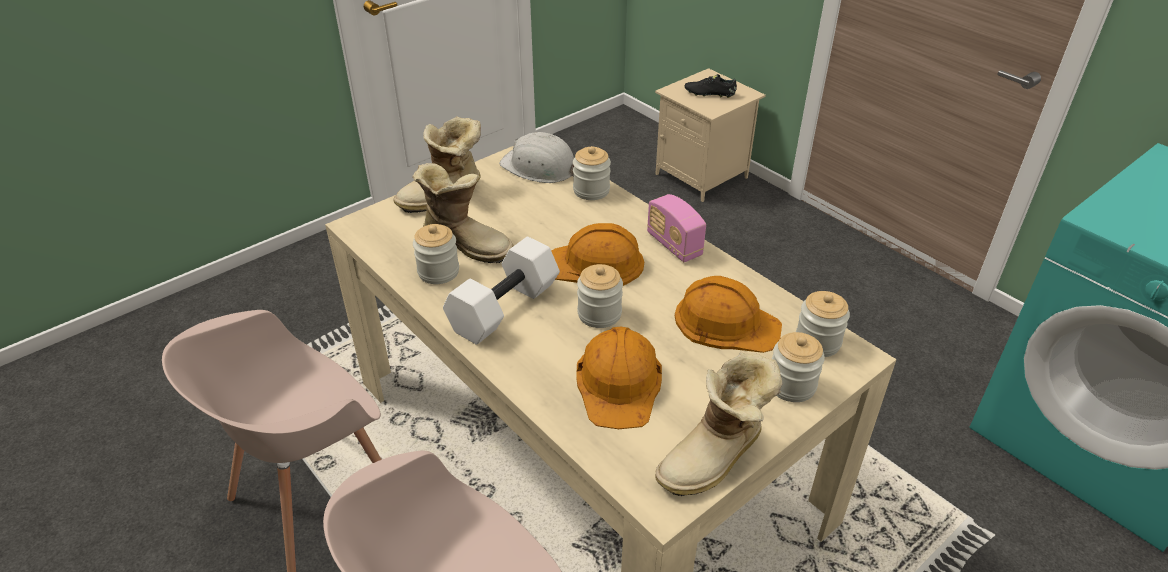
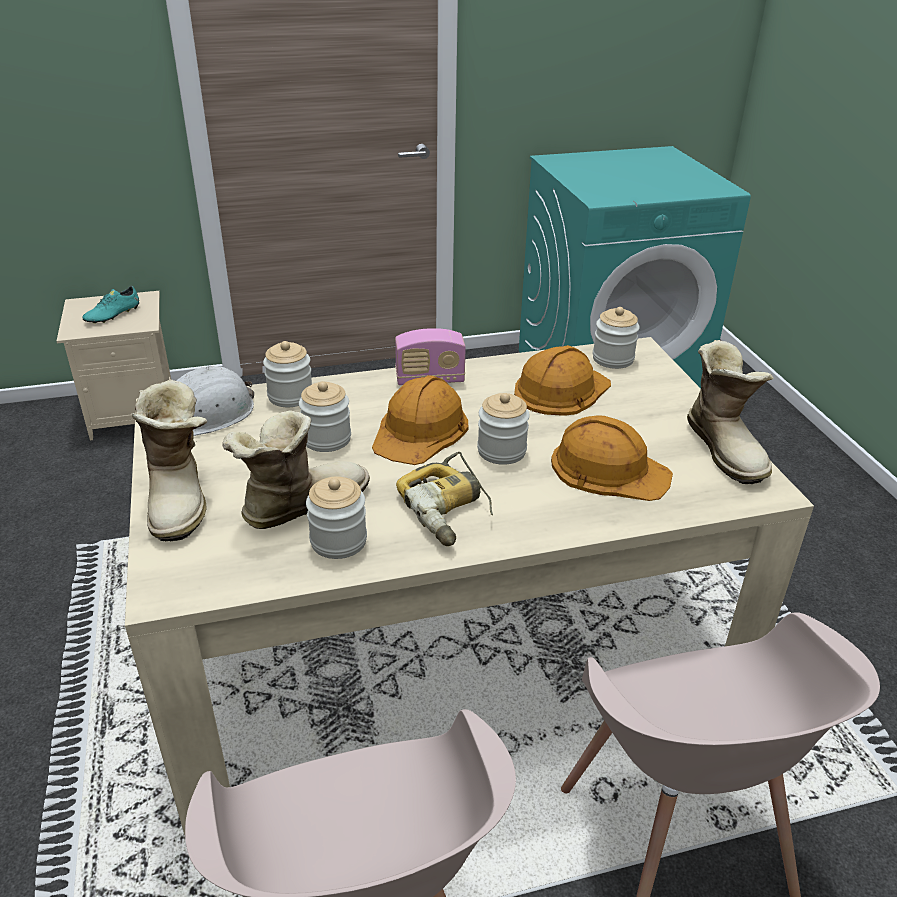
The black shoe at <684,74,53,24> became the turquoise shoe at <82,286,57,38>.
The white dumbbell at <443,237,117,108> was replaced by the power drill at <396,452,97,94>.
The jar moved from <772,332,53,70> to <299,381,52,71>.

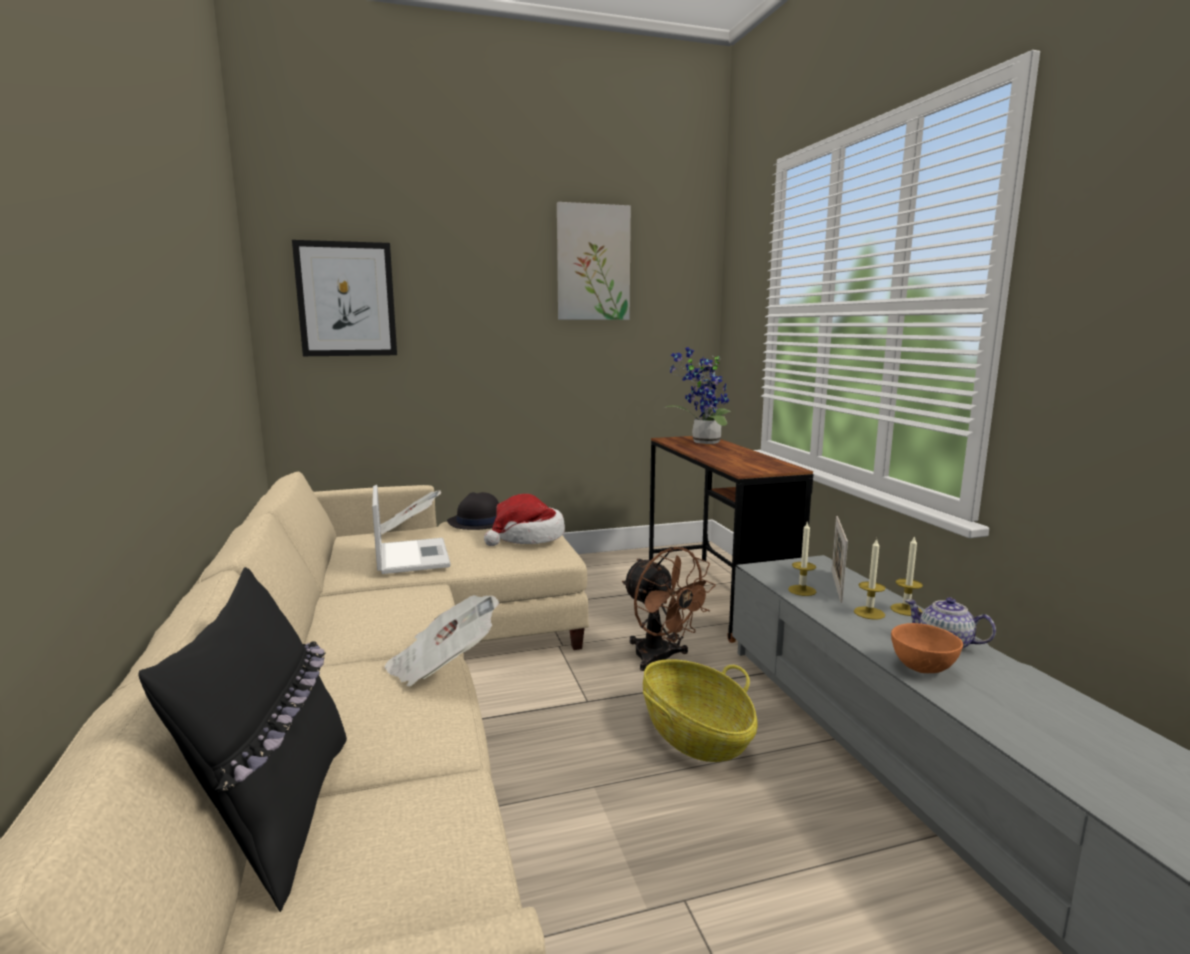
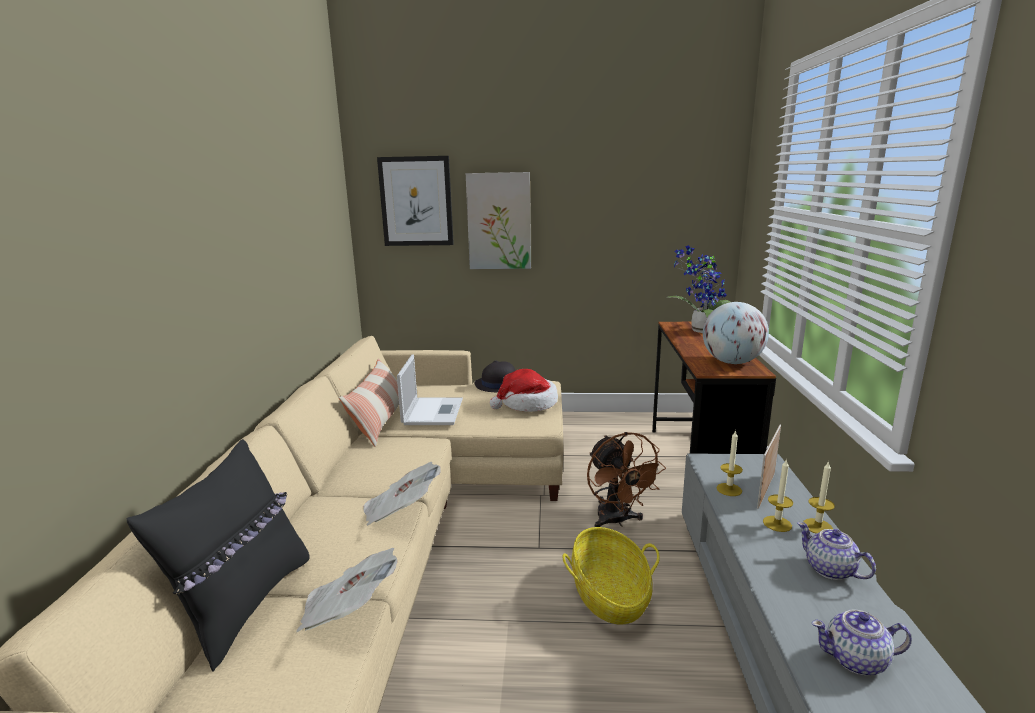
The picture moved from <557,202,74,118> to <466,172,65,97>.
The newspaper moved from <380,490,61,45> to <297,548,101,84>.
The orange bowl at <891,623,72,50> disappeared.
The globe at <703,302,66,62> appeared.
The pillow at <339,359,60,87> appeared.
The teapot at <812,609,100,66> appeared.

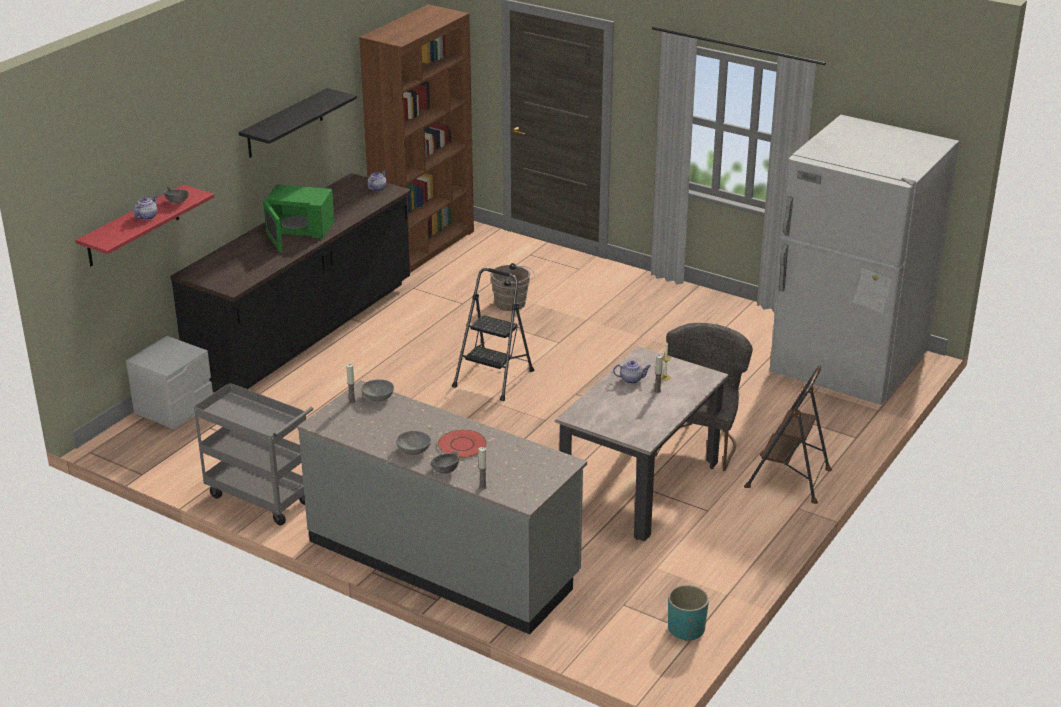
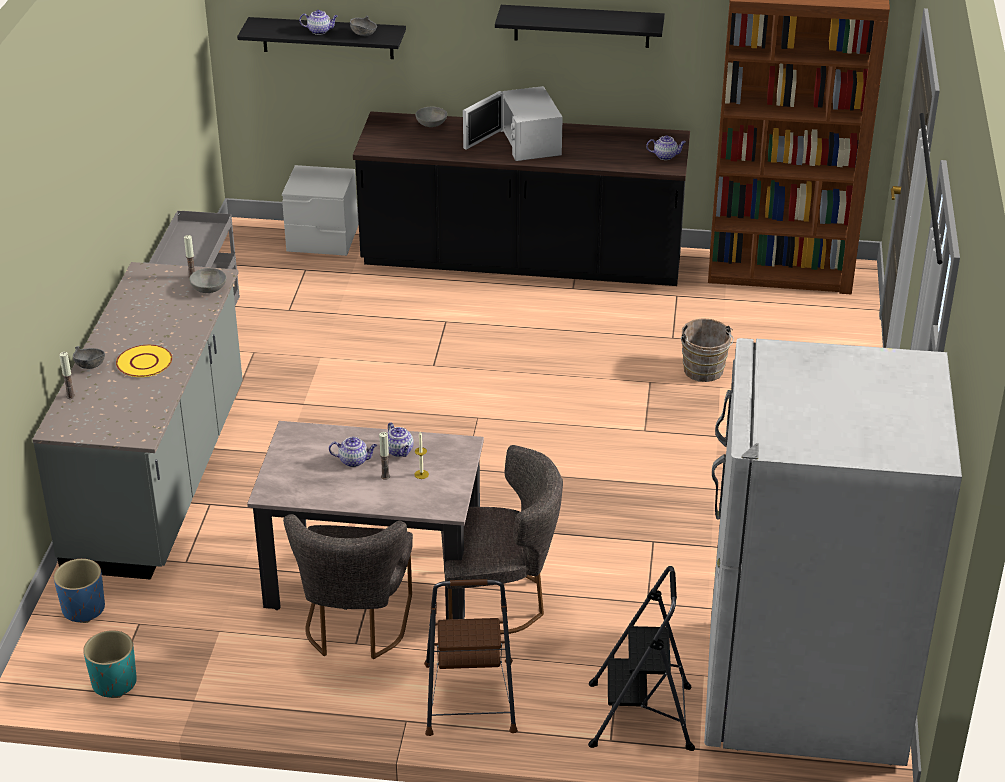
The green microwave at <263,184,72,69> became the white microwave at <463,86,100,75>.
The red shelf at <76,185,138,81> became the black shelf at <237,17,169,42>.
The black step ladder moved from <452,268,82,133> to <588,566,107,185>.
The red plate at <438,429,49,29> became the yellow plate at <116,345,56,32>.
The grey bowl moved from <396,431,35,24> to <415,107,32,20>.
The teapot at <329,437,48,30> appeared.
The grey chair at <283,514,130,145> appeared.
The blue planter at <54,559,51,64> appeared.

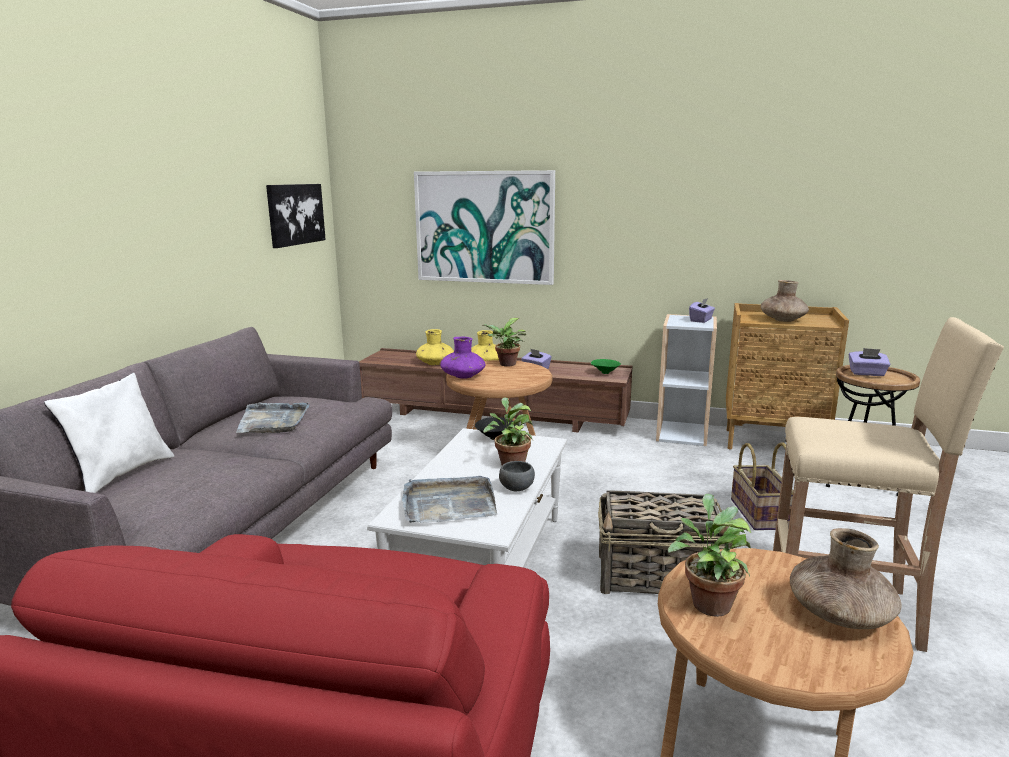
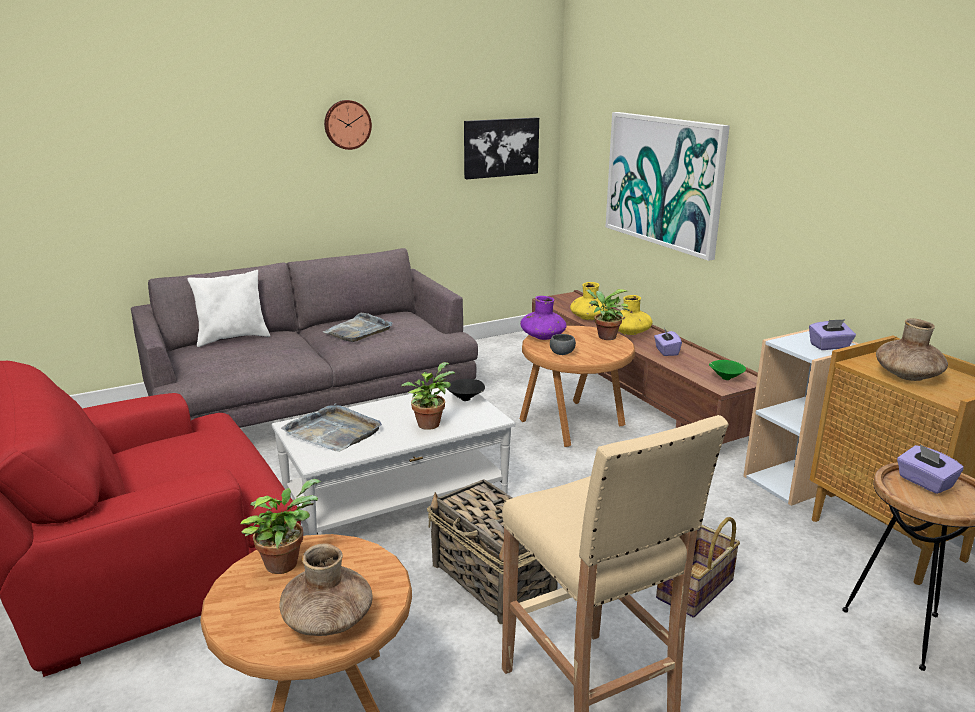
The grey bowl moved from <499,461,36,30> to <550,334,26,21>.
The wall clock at <324,100,48,50> appeared.

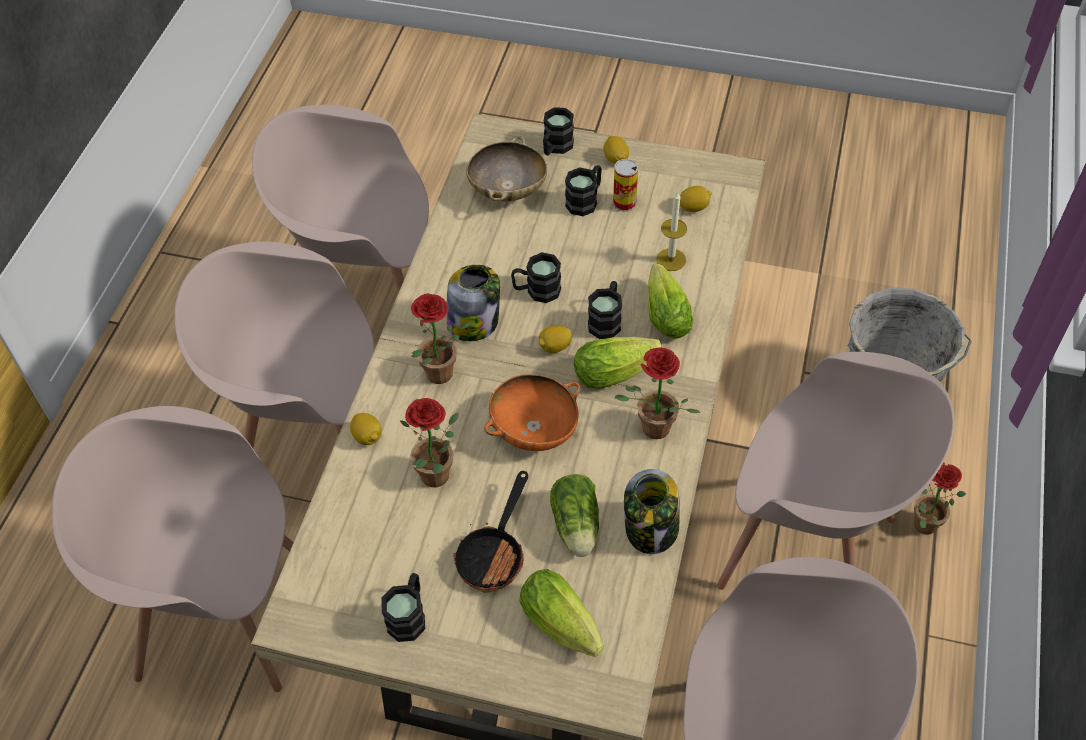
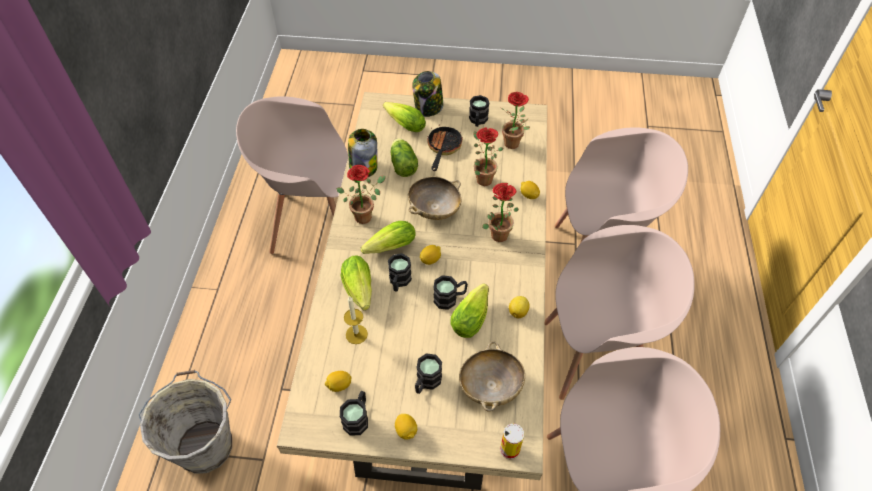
The black mug moved from <543,107,31,48> to <340,391,28,45>.
The can moved from <613,159,25,53> to <500,423,24,36>.
The jar moved from <447,265,53,76> to <412,71,31,46>.
The beige chair at <717,352,237,238> disappeared.
The orange bowl at <484,374,97,77> became the beige bowl at <408,176,54,44>.
The potted plant moved from <914,462,52,72> to <501,92,29,57>.
The lettuce at <450,283,39,55> appeared.
The lemon at <509,296,21,22> appeared.

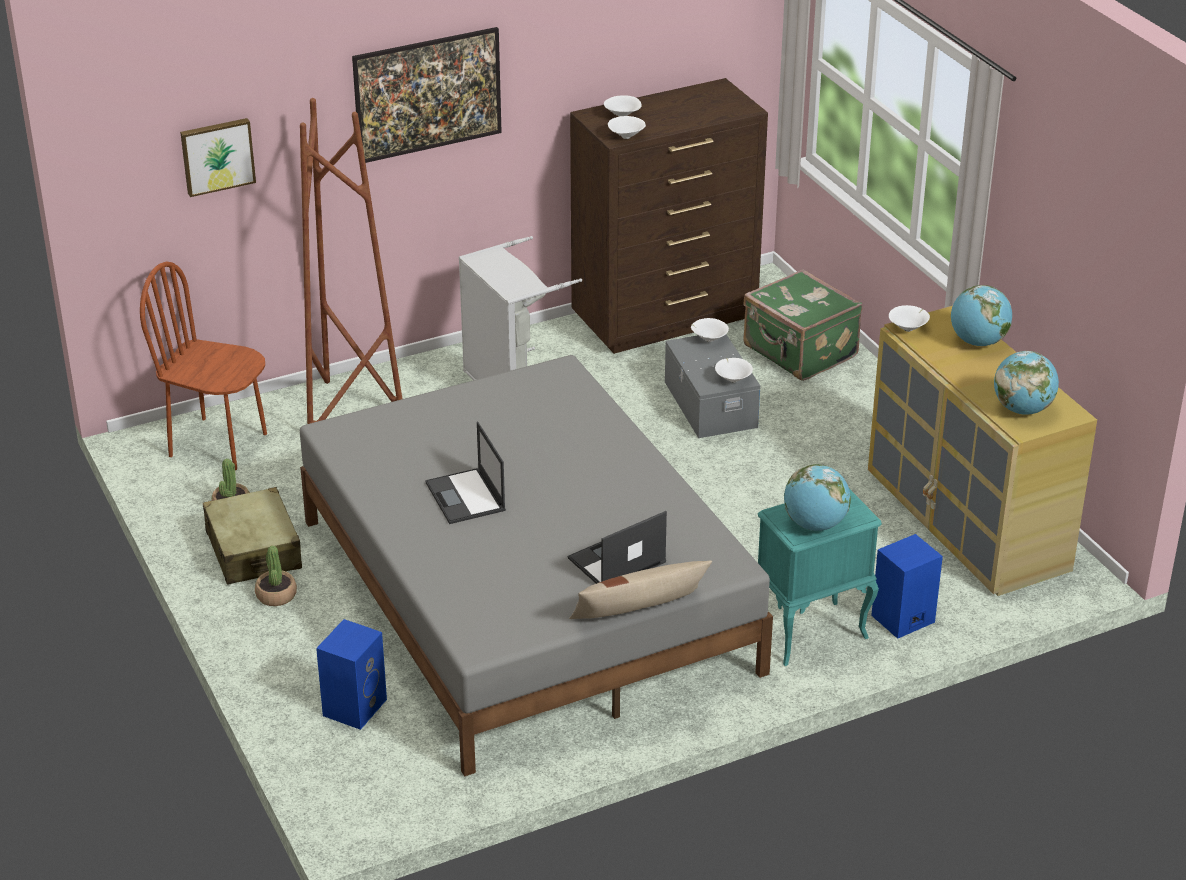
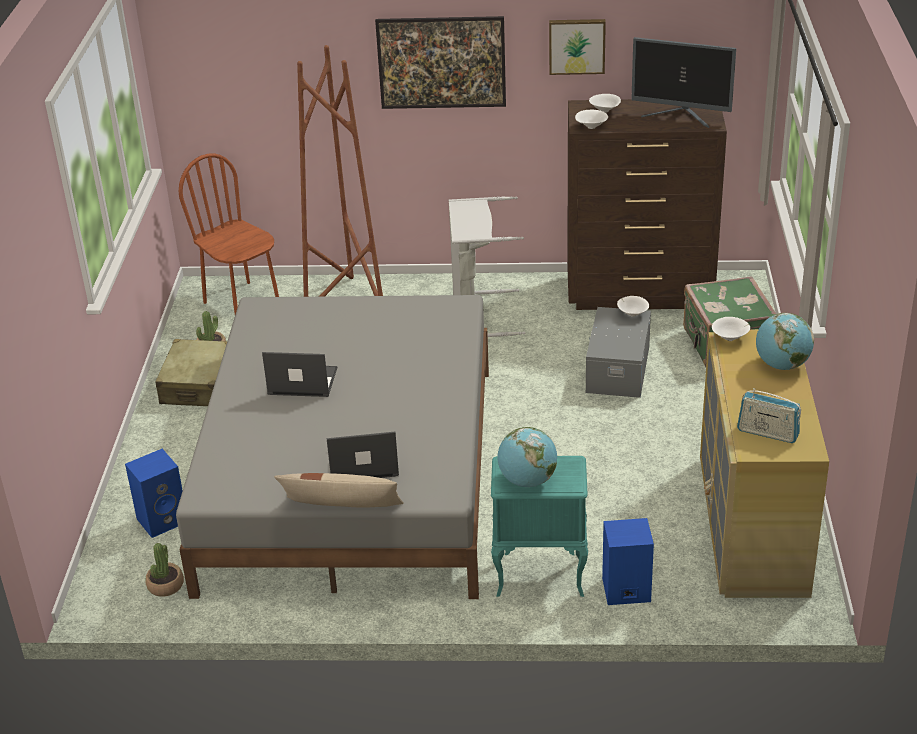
The picture moved from <180,118,76,79> to <549,19,57,56>.
The globe at <994,351,65,64> was replaced by the radio at <737,388,64,55>.
The white bowl at <715,358,38,25> disappeared.
The laptop at <426,422,80,102> turned 90 degrees clockwise.
The potted plant moved from <255,546,42,60> to <145,543,39,54>.
The monitor at <631,37,105,91> appeared.

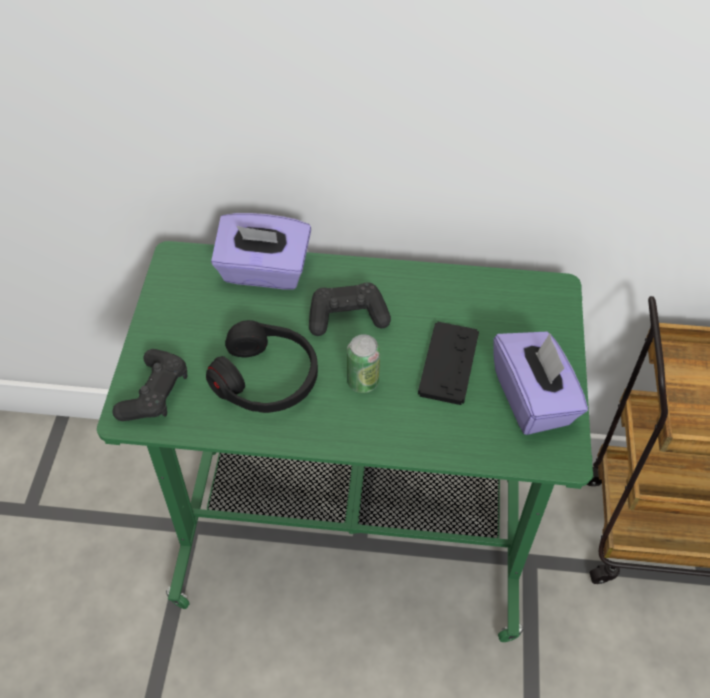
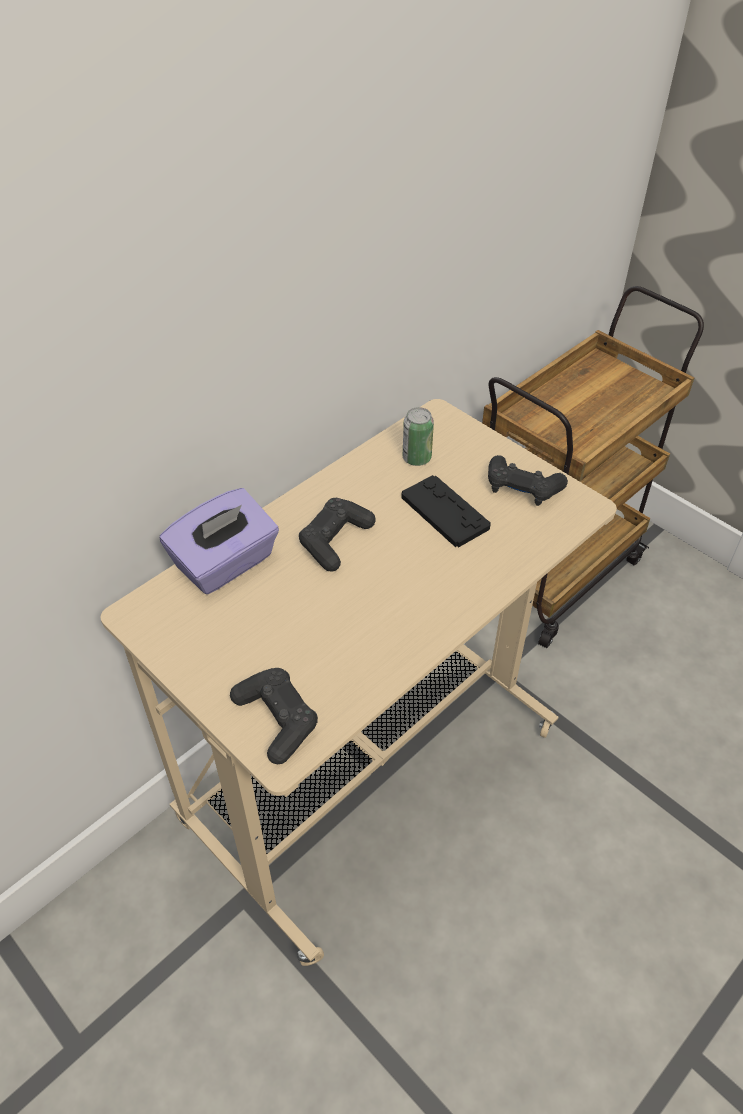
The green desk at <97,241,496,401> became the beige desk at <100,399,517,567>.
The black headphones at <206,320,112,93> disappeared.
The purple tissue box at <493,332,95,103> was replaced by the black game controller at <488,455,80,51>.
The can moved from <347,334,33,59> to <403,407,31,59>.

